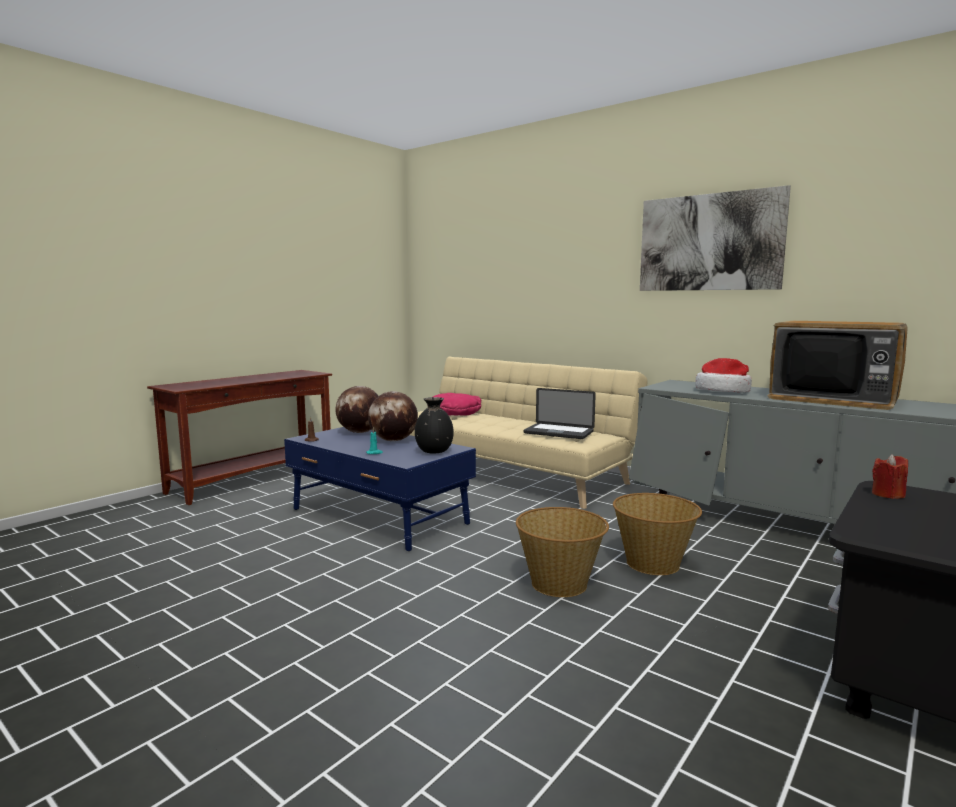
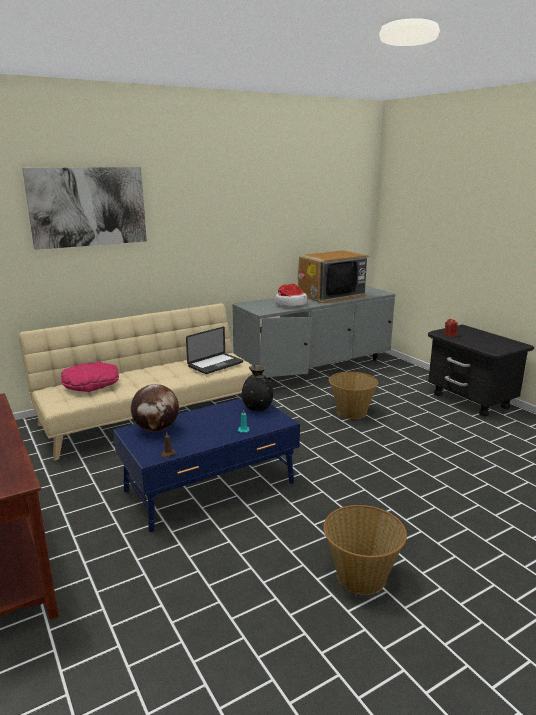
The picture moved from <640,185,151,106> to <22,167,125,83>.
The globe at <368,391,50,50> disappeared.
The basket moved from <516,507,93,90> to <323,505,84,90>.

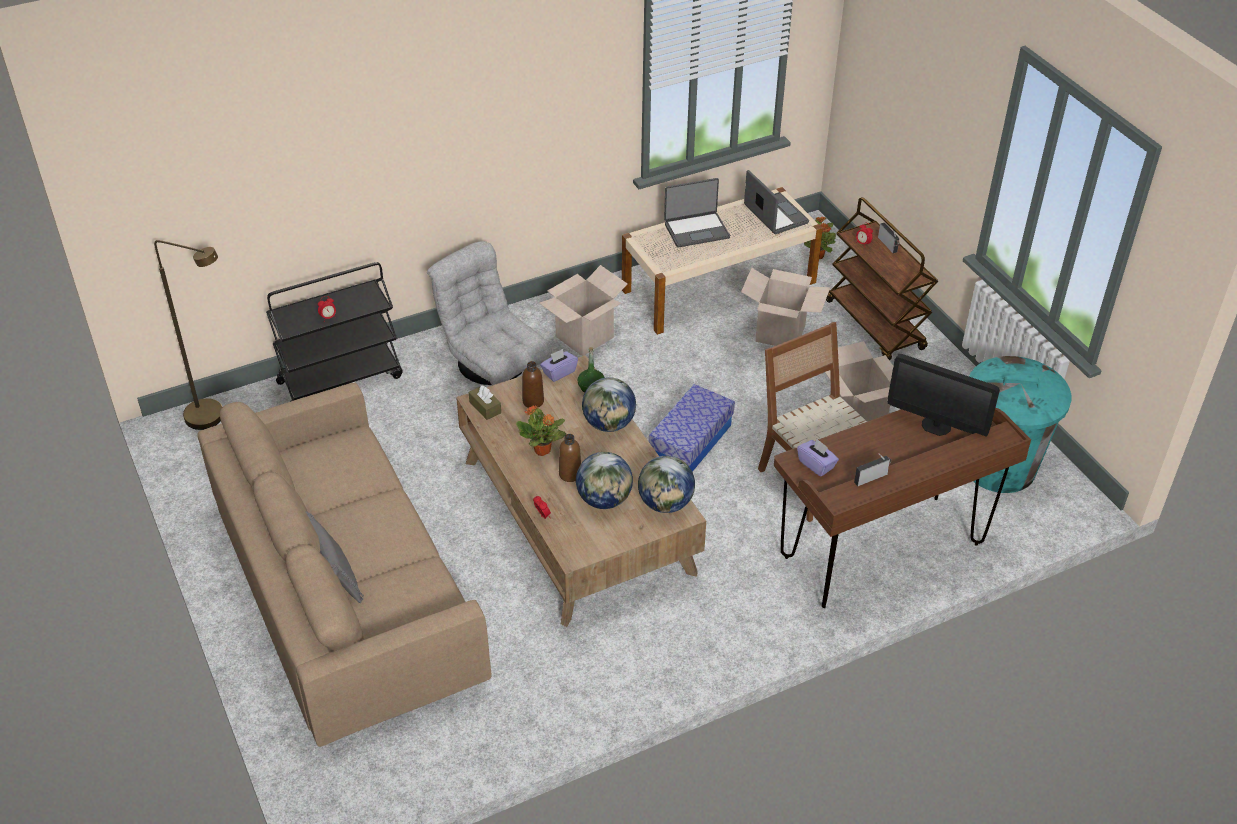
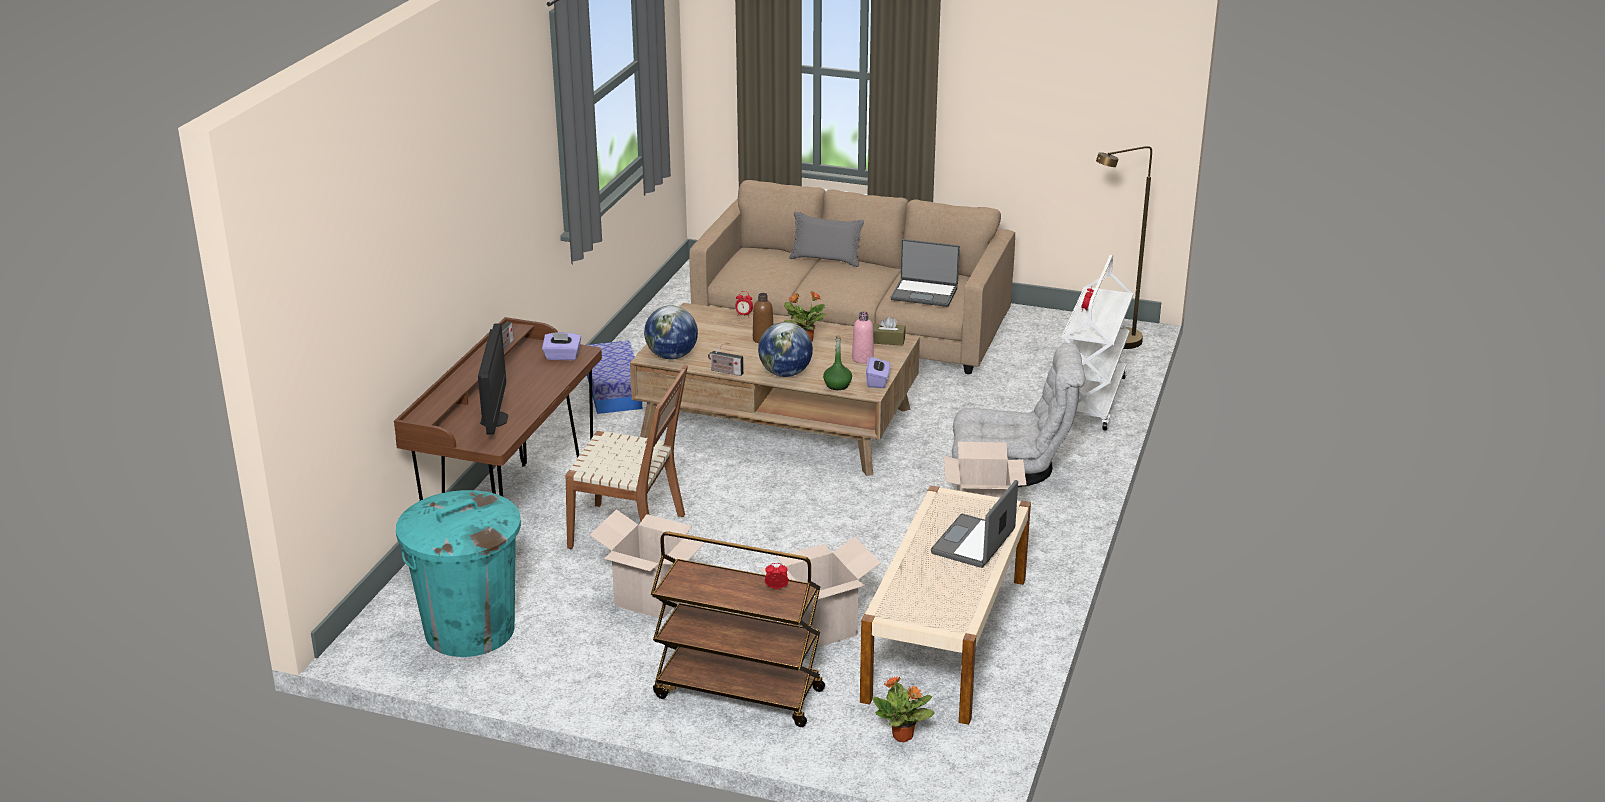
The laptop moved from <744,170,65,64> to <891,239,69,68>.
The radio moved from <878,223,22,30> to <708,344,35,32>.
The black cart at <266,262,137,140> became the white cart at <1062,255,71,176>.
The monitor at <887,354,113,83> turned 105 degrees clockwise.
The brown bottle at <522,361,22,47> became the pink bottle at <852,312,22,52>.
The storage box moved from <649,384,86,88> to <587,341,55,73>.
The globe at <576,452,57,57> disappeared.

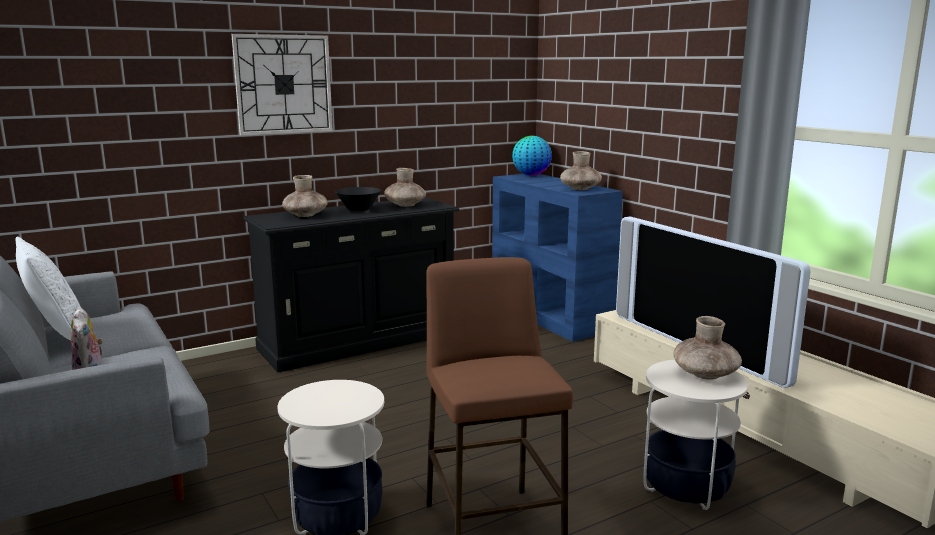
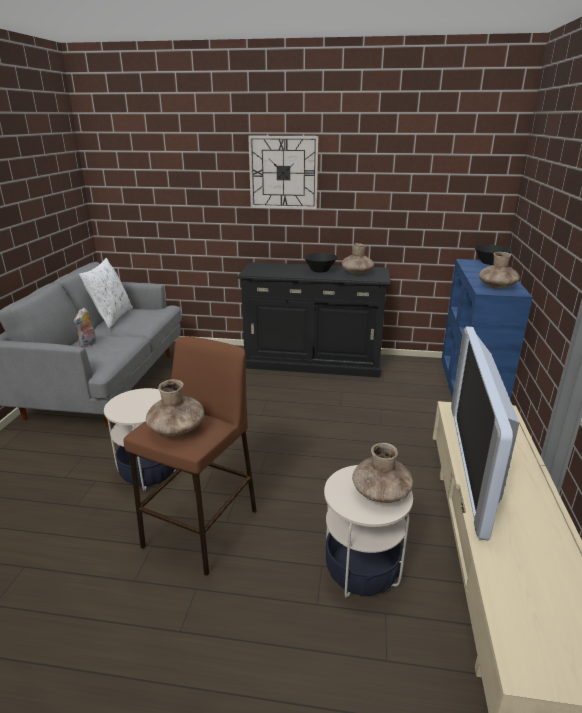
The globe at <512,136,40,40> was replaced by the black bowl at <474,245,38,20>.
The brown vase moved from <282,175,46,42> to <146,379,58,57>.

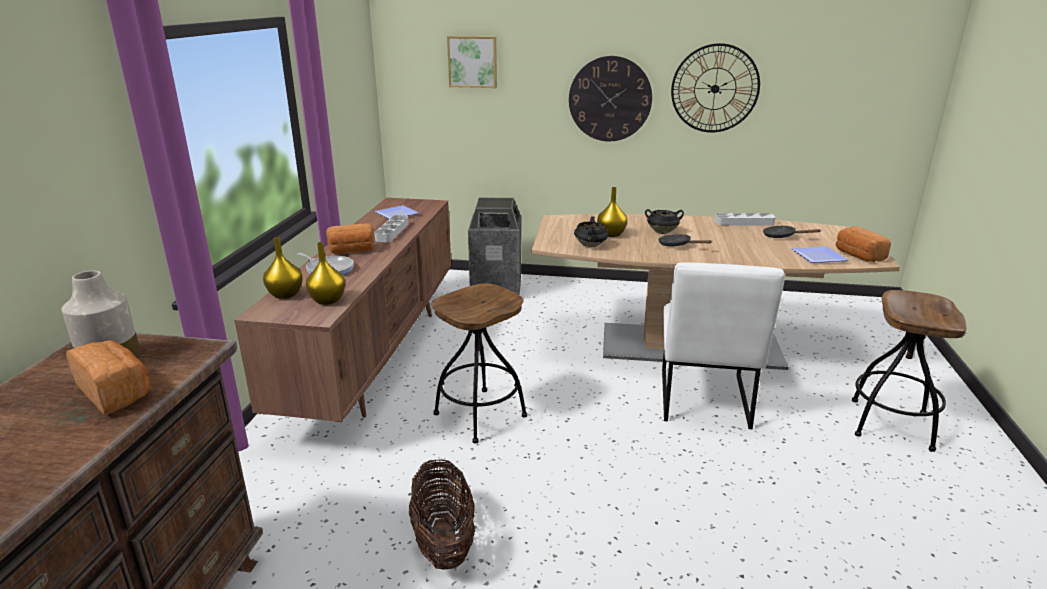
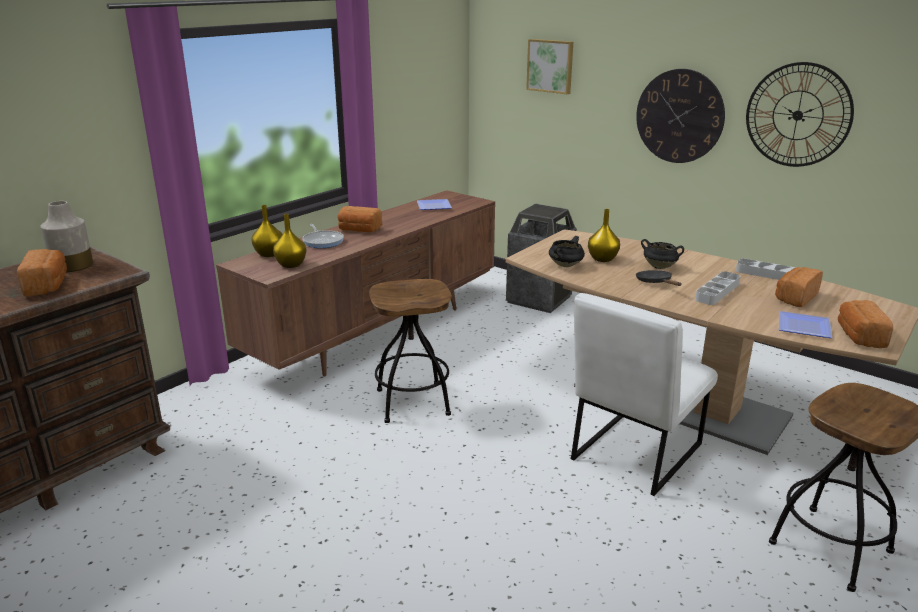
The grey tray moved from <374,215,35,27> to <695,271,45,34>.
The black frying pan at <763,225,58,13> was replaced by the bread at <775,267,48,41>.
The basket at <409,459,66,110> disappeared.

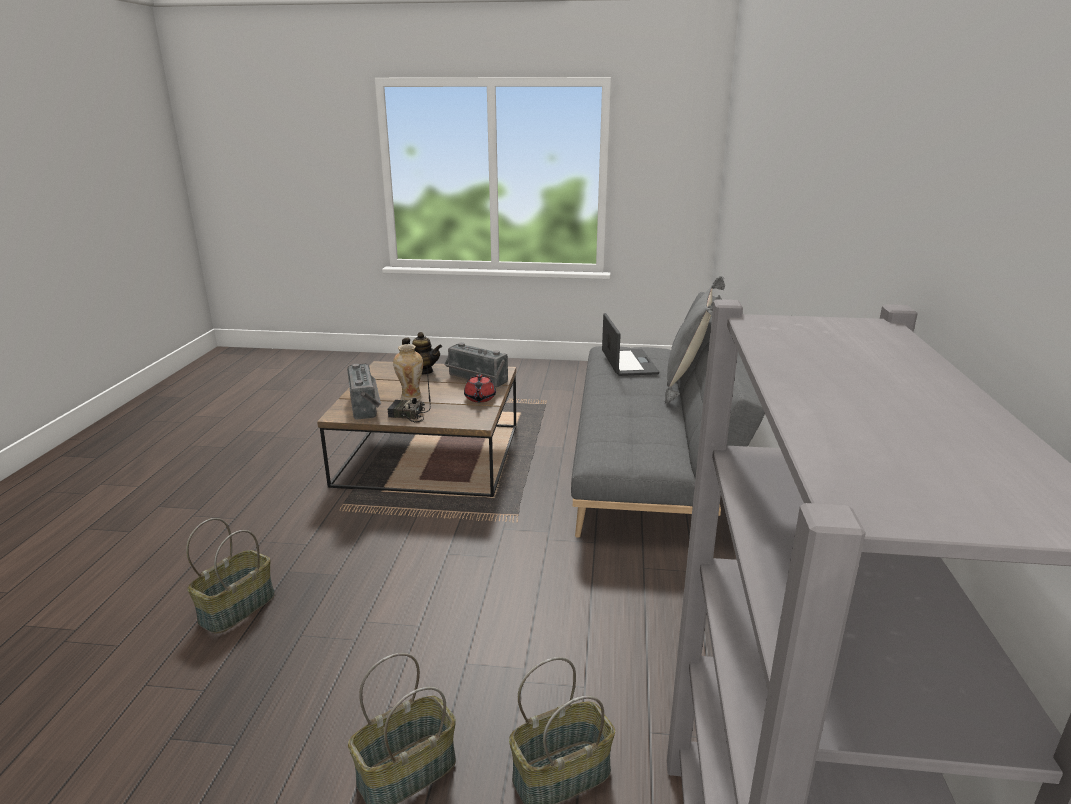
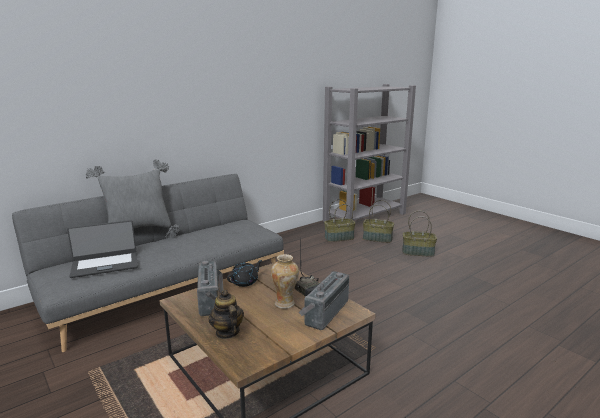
The laptop at <602,313,57,63> turned 150 degrees counterclockwise.
The red teapot at <464,375,32,27> became the black teapot at <227,260,35,27>.
The basket moved from <186,518,89,115> to <324,199,31,43>.

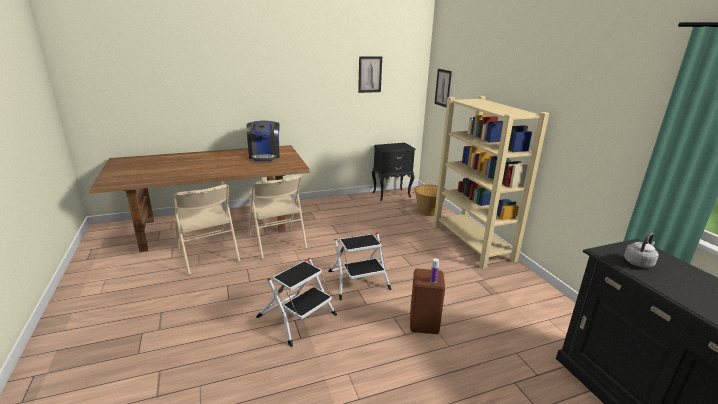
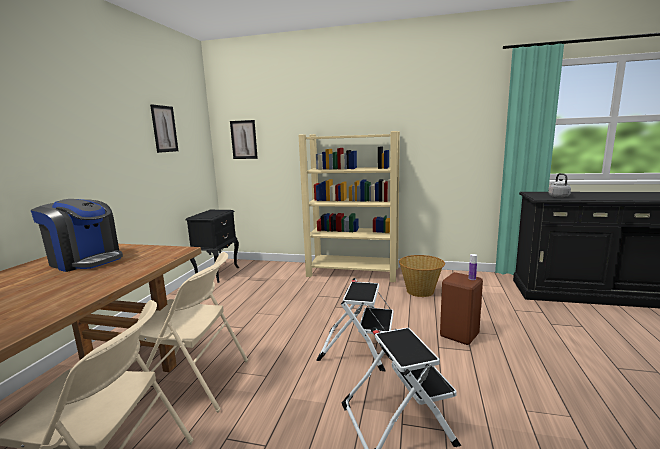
The basket moved from <414,184,33,32> to <399,255,46,42>.

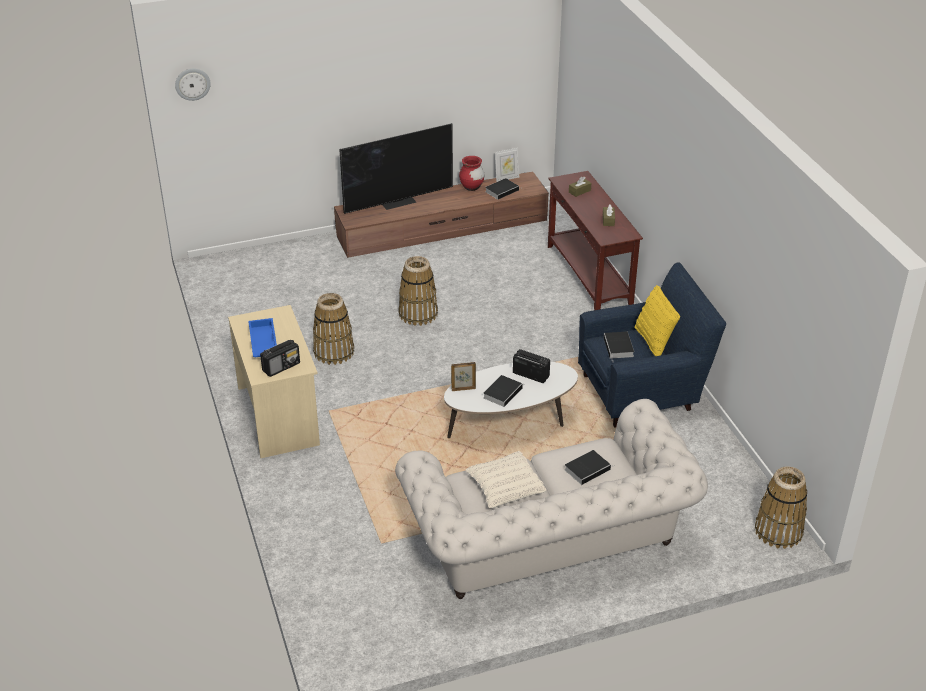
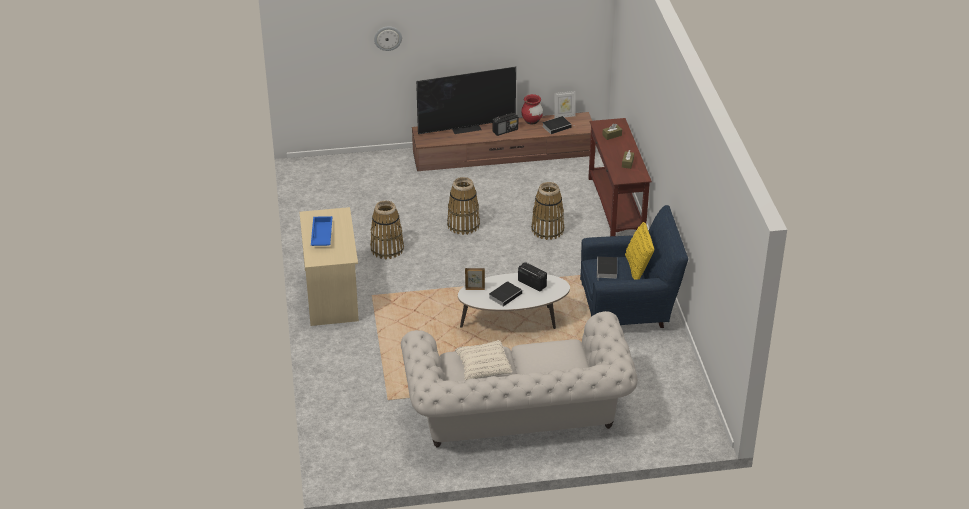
The wall clock moved from <175,69,36,32> to <374,26,28,25>.
The radio moved from <260,340,40,37> to <492,113,26,23>.
The book at <565,450,49,35> disappeared.
The basket moved from <755,467,52,82> to <531,182,33,58>.

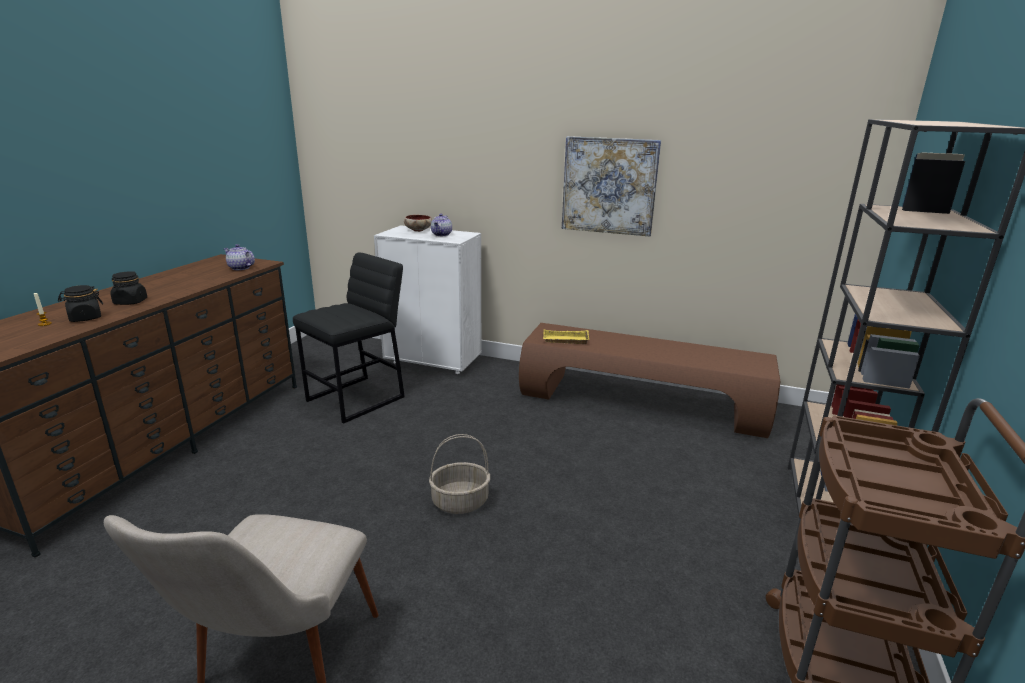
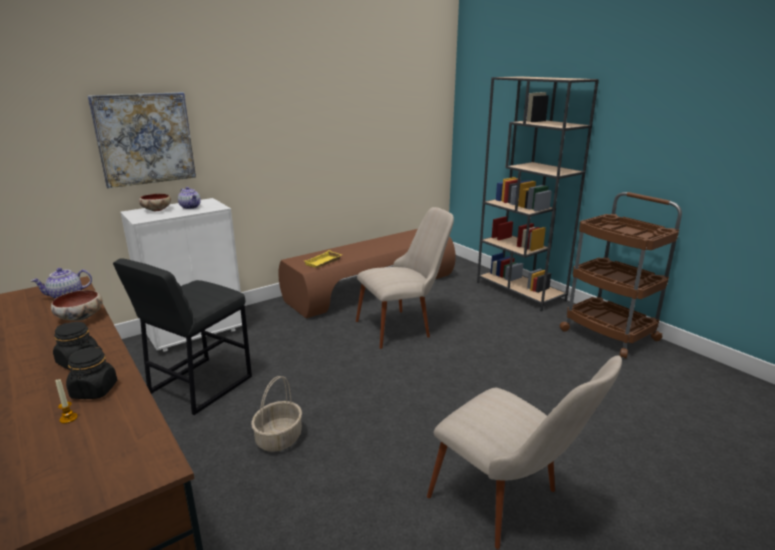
The picture moved from <562,136,99,101> to <88,92,108,96>.
The black chair at <293,252,111,172> turned 135 degrees counterclockwise.
The basket moved from <429,434,61,80> to <251,376,51,76>.
The beige chair at <356,207,98,142> appeared.
The bowl at <51,290,52,31> appeared.

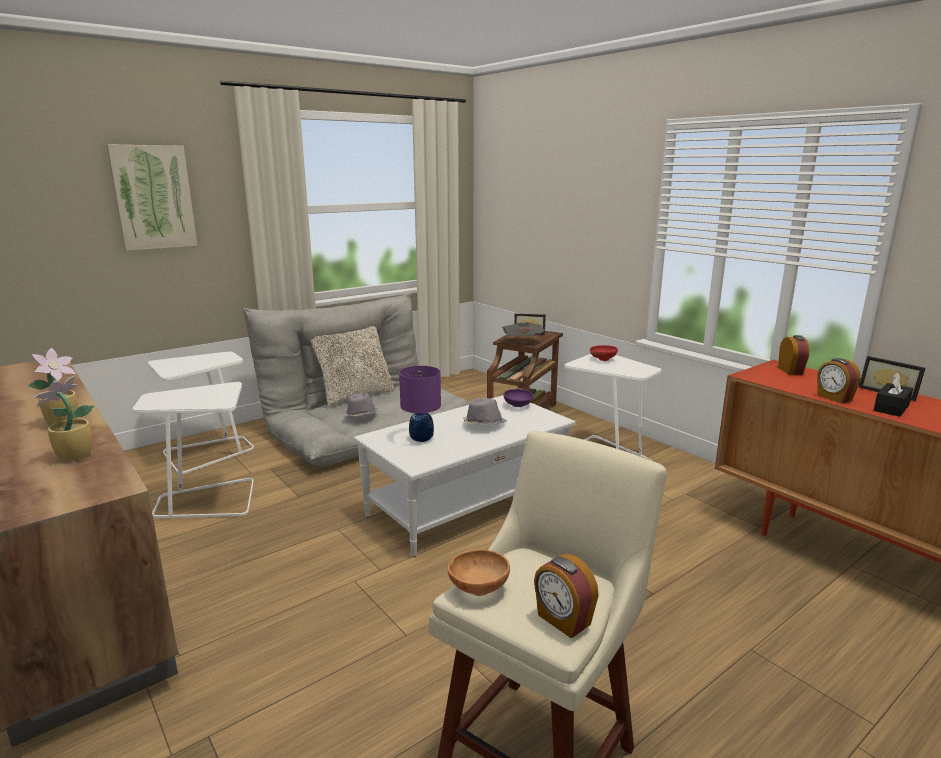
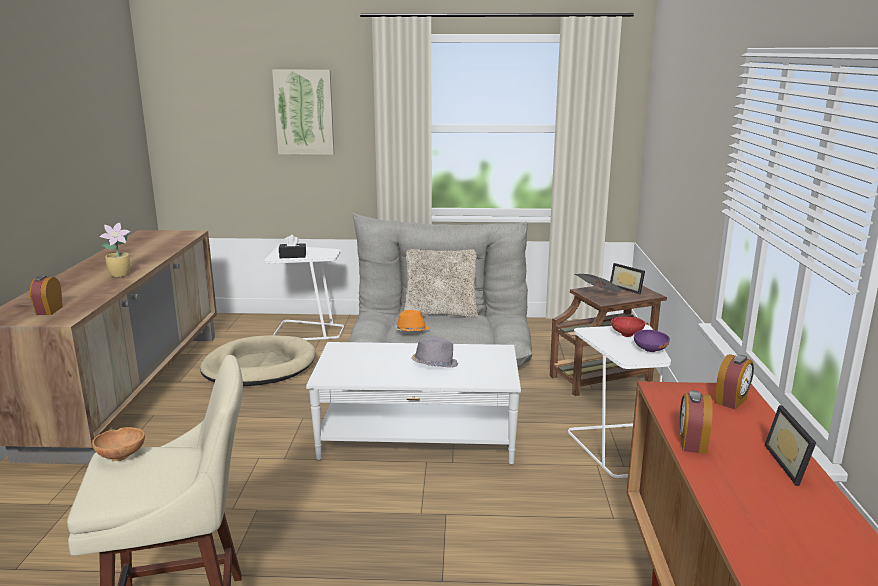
The purple table lamp at <399,366,42,76> disappeared.
The black tissue box moved from <874,373,39,44> to <279,235,27,23>.
The potted plant at <34,375,60,87> disappeared.
The white side table at <132,382,122,136> was replaced by the beige dog bed at <200,335,115,51>.
The purple bowl moved from <503,389,30,18> to <634,330,36,22>.
The grey hat at <345,393,33,23> became the orange hat at <395,310,35,21>.
The alarm clock moved from <534,554,65,85> to <30,275,33,40>.

